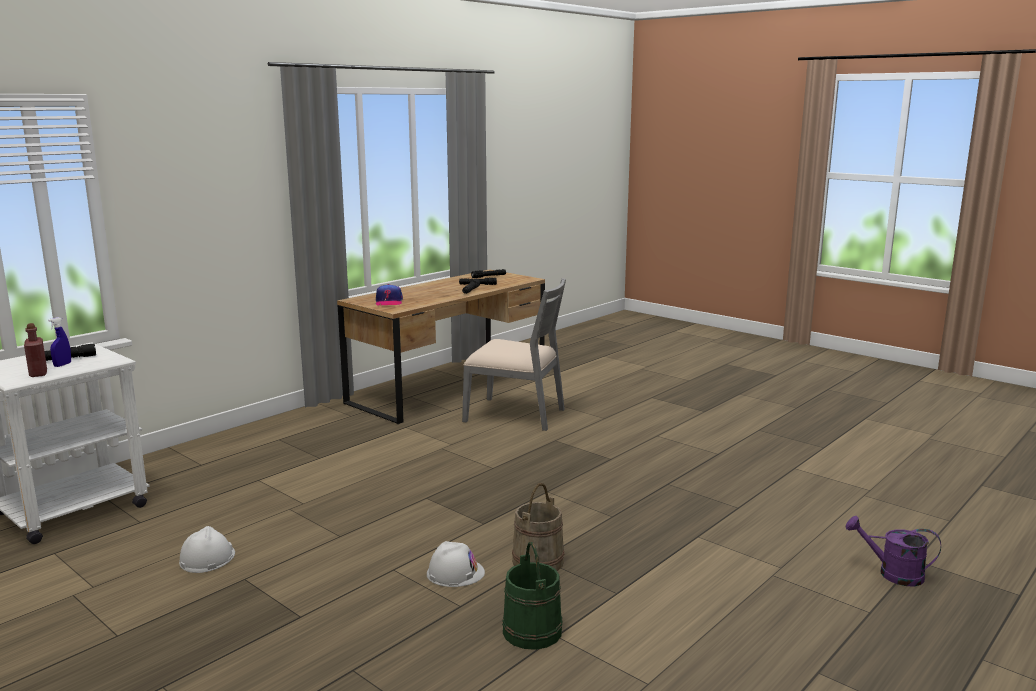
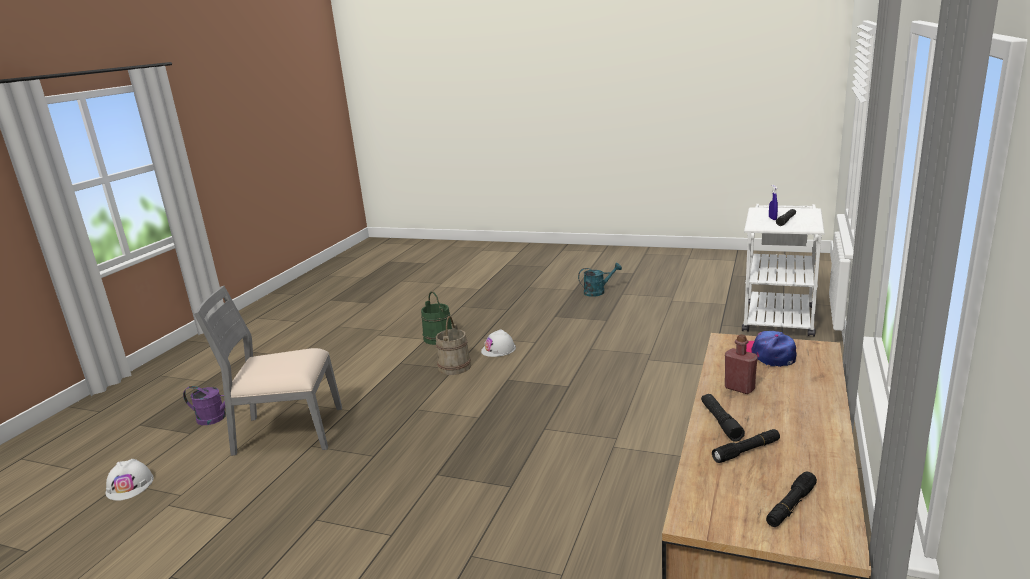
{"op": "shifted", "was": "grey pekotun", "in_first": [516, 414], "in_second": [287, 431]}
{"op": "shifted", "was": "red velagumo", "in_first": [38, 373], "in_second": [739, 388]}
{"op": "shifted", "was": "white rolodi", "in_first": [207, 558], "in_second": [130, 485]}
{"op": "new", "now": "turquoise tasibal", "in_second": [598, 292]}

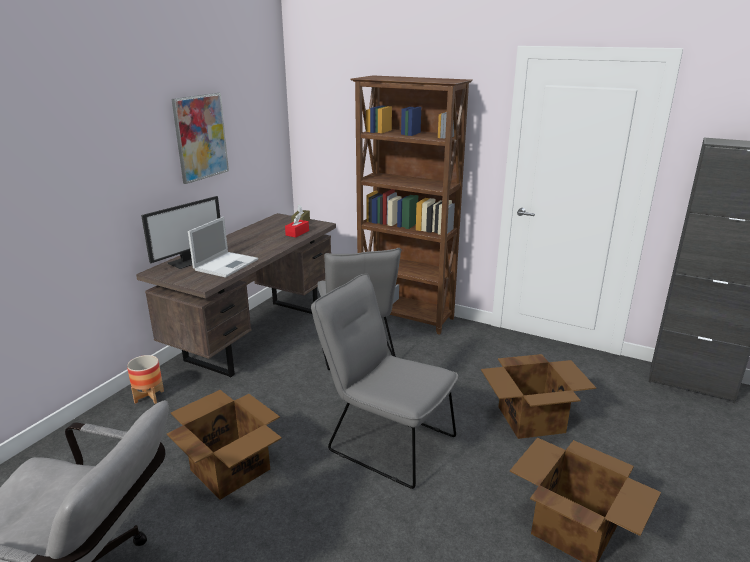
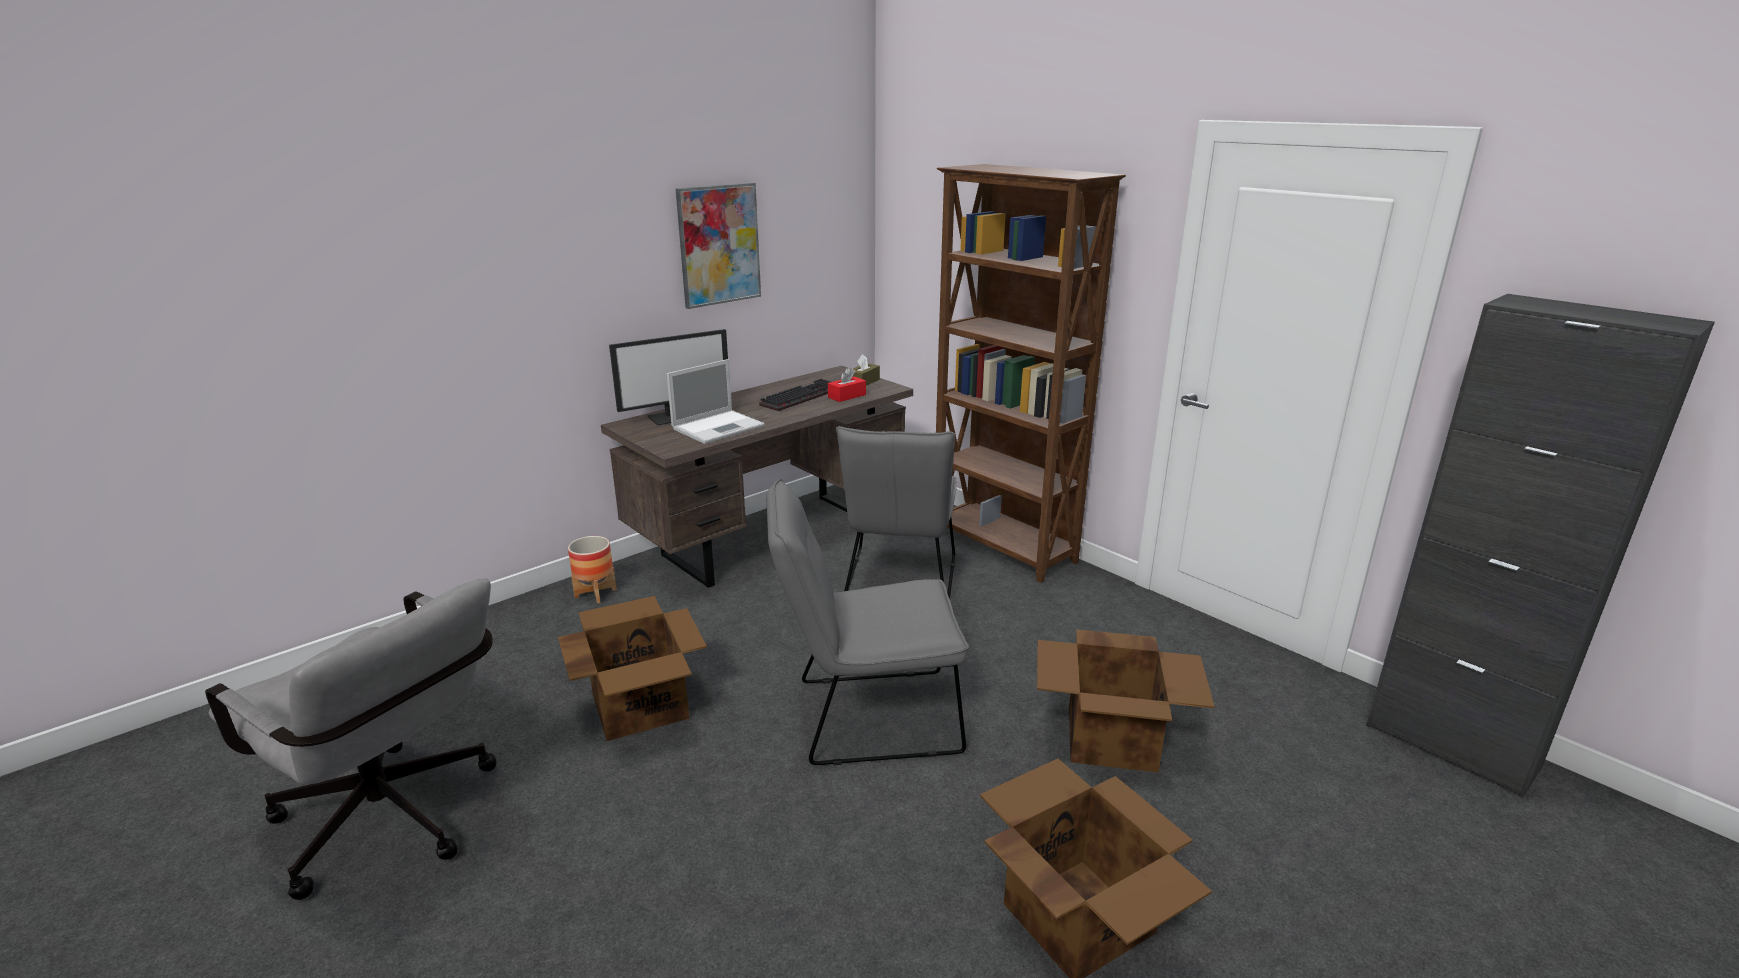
{"op": "rotated", "was": "grey pekotun", "in_first": [385, 440], "in_second": [865, 717], "clockwise": -60}
{"op": "new", "now": "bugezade", "in_second": [800, 396]}

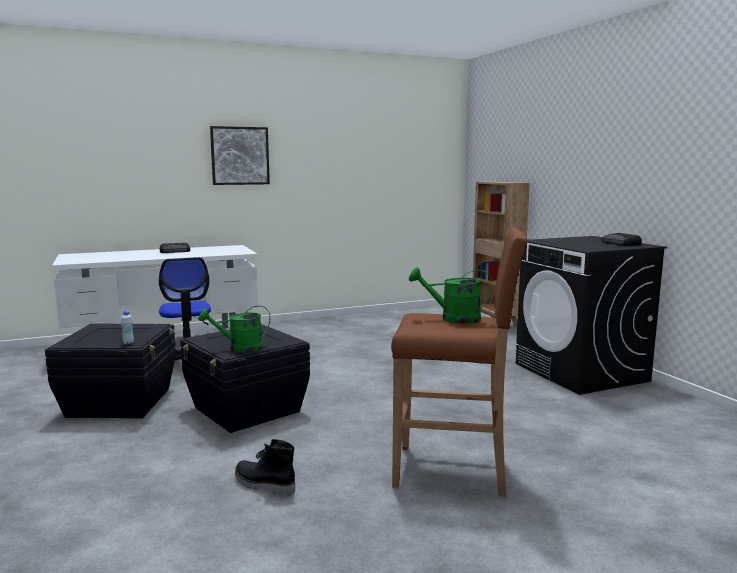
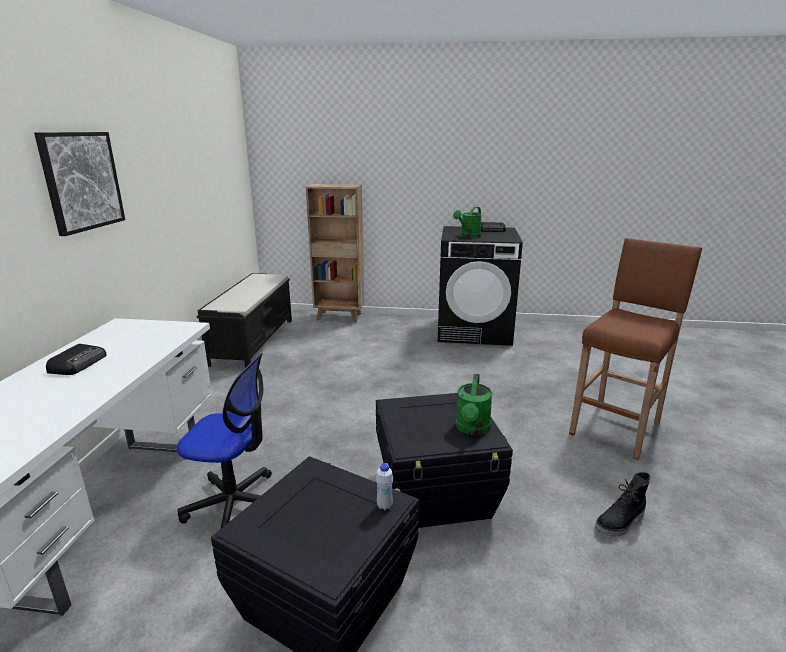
{"op": "shifted", "was": "green tasibal", "in_first": [453, 318], "in_second": [468, 236]}
{"op": "new", "now": "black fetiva", "in_second": [253, 341]}

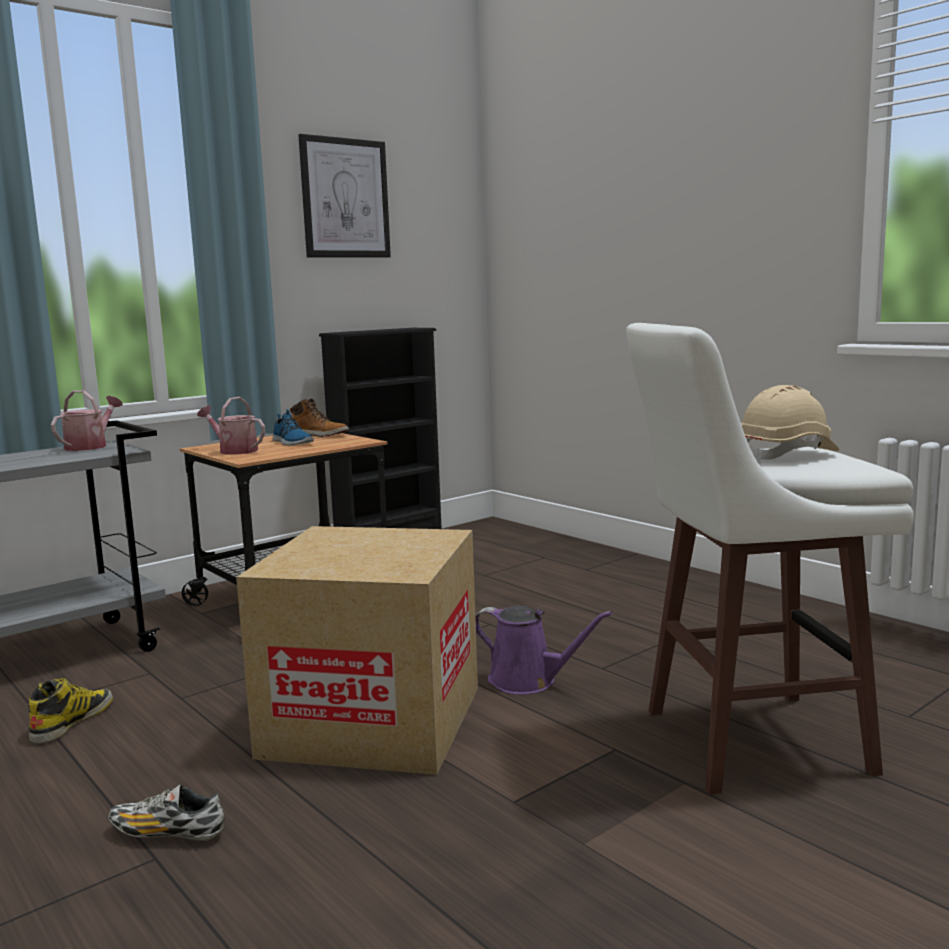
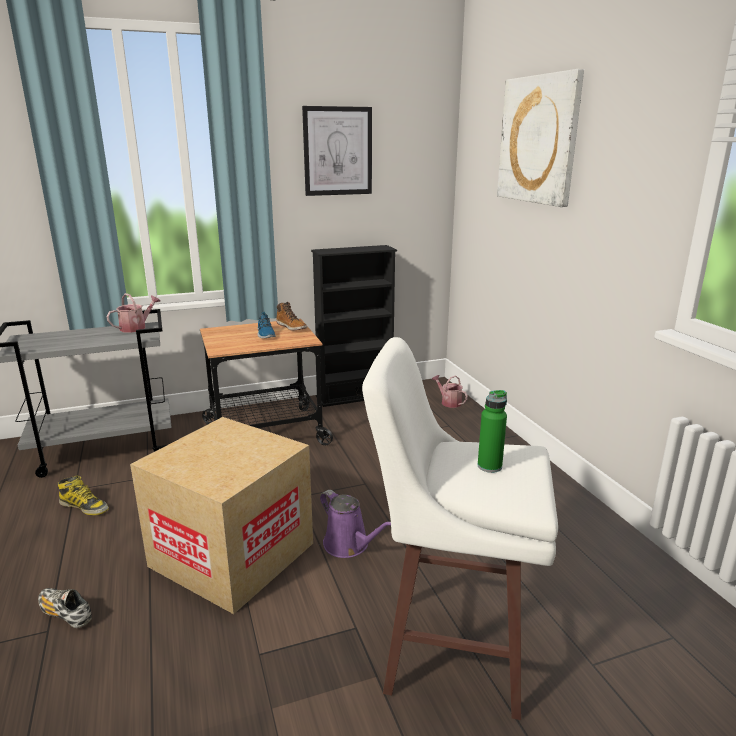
{"op": "swapped", "was": "beige rolodi", "now": "green velagumo", "in_first": [787, 455], "in_second": [489, 466]}
{"op": "shifted", "was": "tasibal", "in_first": [234, 451], "in_second": [449, 402]}
{"op": "rotated", "was": "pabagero", "in_first": [72, 721], "in_second": [84, 506], "clockwise": 75}
{"op": "new", "now": "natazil", "in_second": [538, 140]}

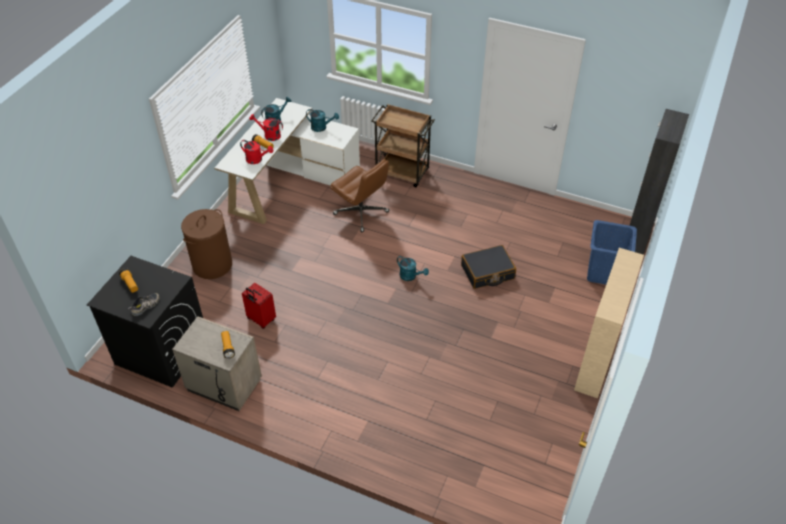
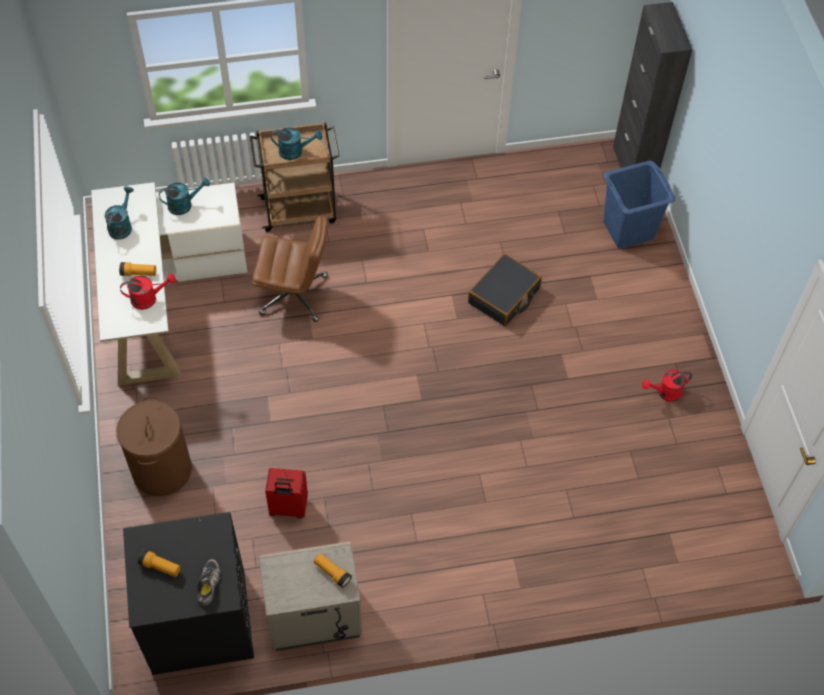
{"op": "shifted", "was": "red tasibal", "in_first": [269, 135], "in_second": [665, 393]}
{"op": "gone", "was": "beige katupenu", "in_first": [597, 360]}
{"op": "shifted", "was": "turquoise tasibal", "in_first": [410, 276], "in_second": [295, 151]}

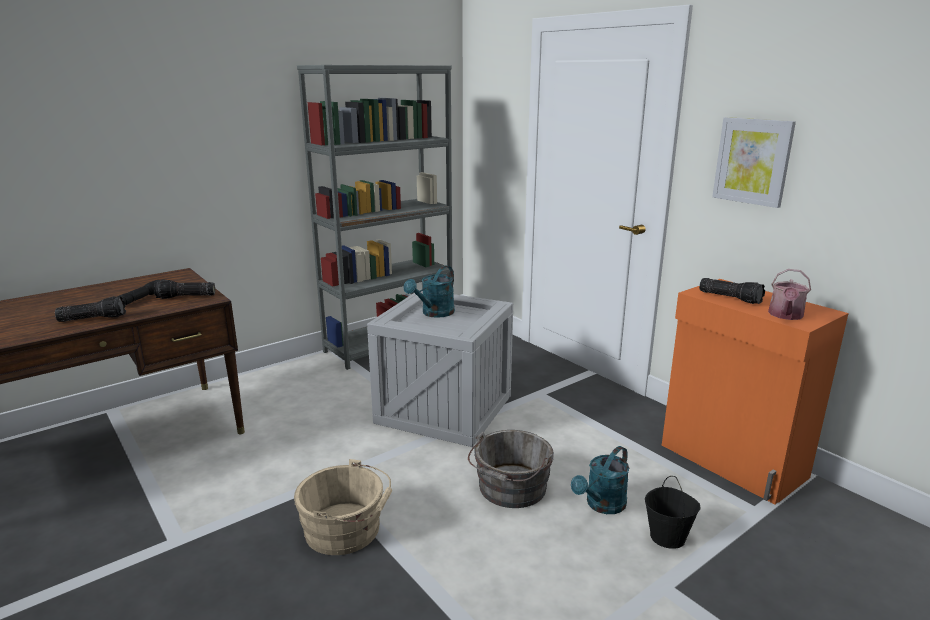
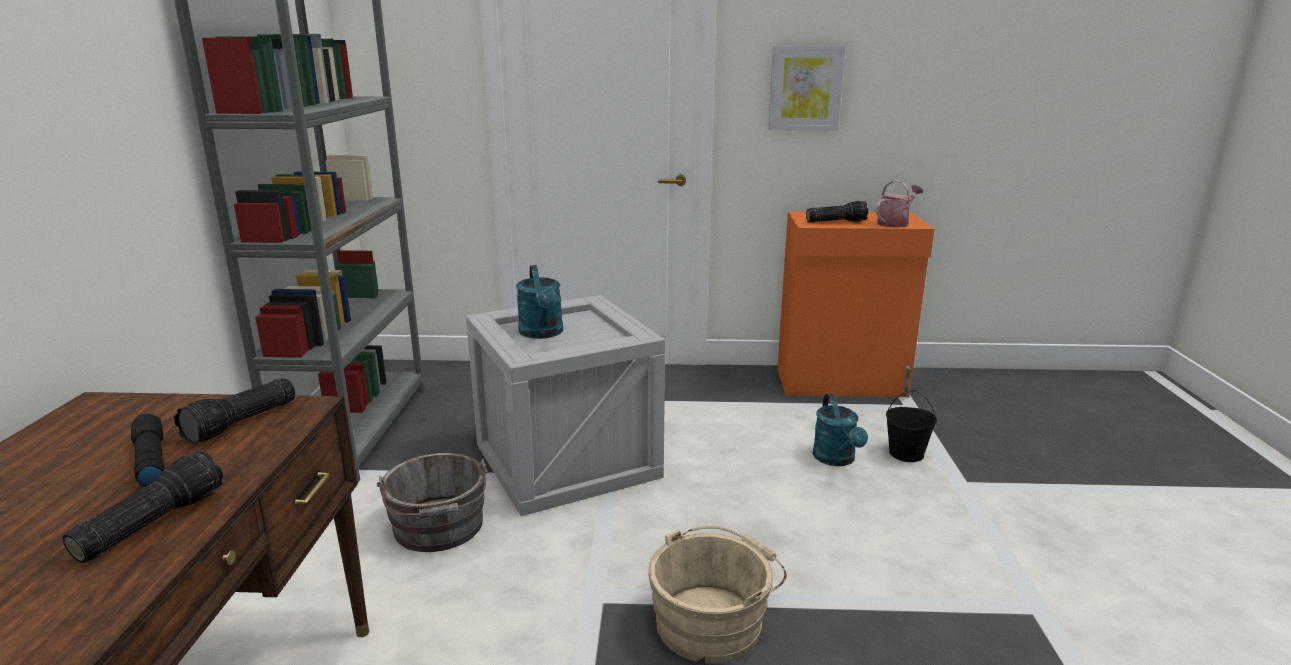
{"op": "rotated", "was": "tasibal", "in_first": [785, 315], "in_second": [895, 223], "clockwise": -105}
{"op": "shifted", "was": "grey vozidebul", "in_first": [510, 489], "in_second": [439, 529]}

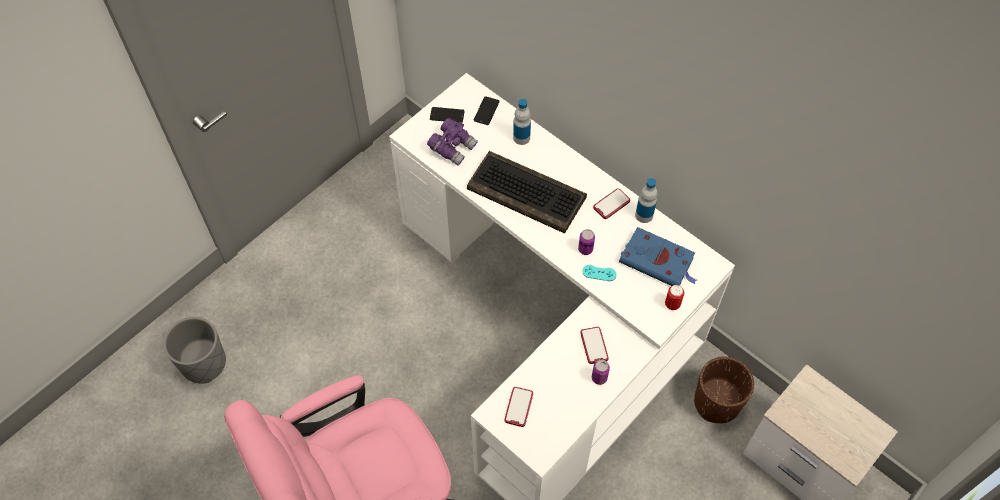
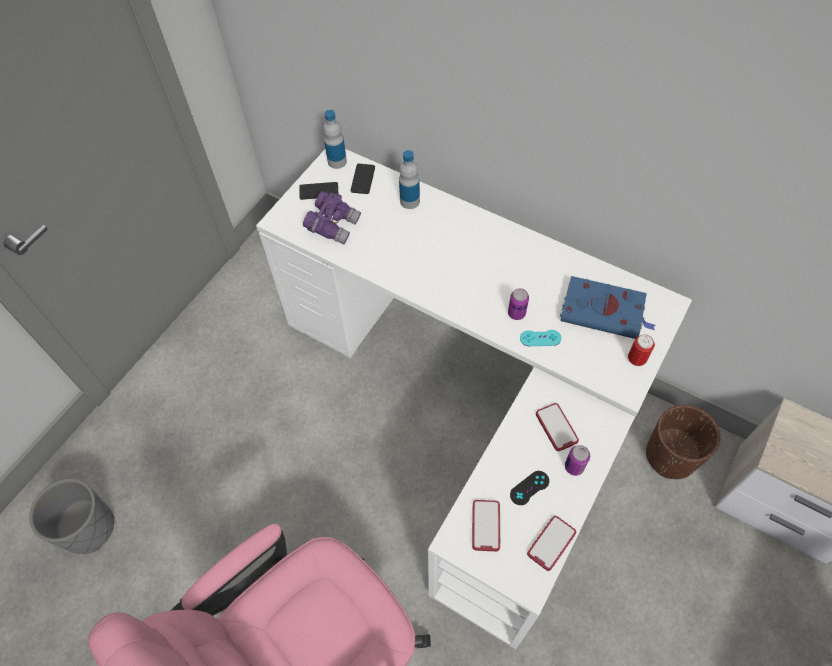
{"op": "gone", "was": "bugezade", "in_first": [528, 193]}
{"op": "shifted", "was": "velagumo", "in_first": [644, 215], "in_second": [337, 161]}
{"op": "shifted", "was": "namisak", "in_first": [611, 204], "in_second": [551, 543]}
{"op": "new", "now": "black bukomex", "in_second": [529, 488]}

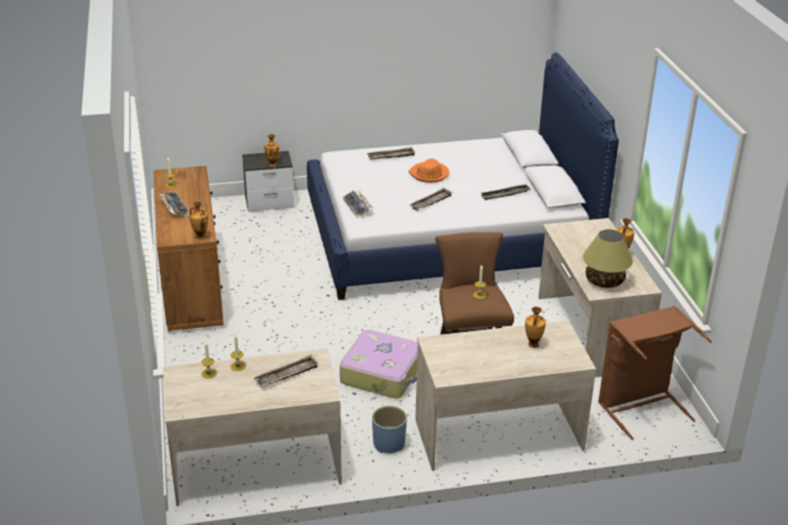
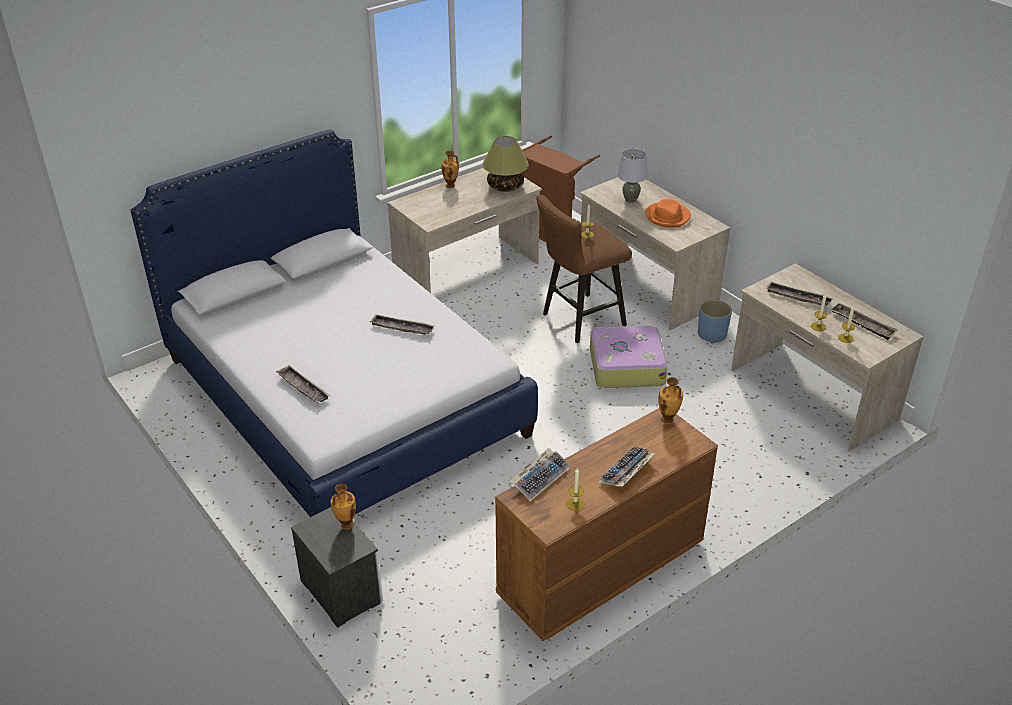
{"op": "shifted", "was": "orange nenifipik", "in_first": [429, 174], "in_second": [668, 216]}
{"op": "shifted", "was": "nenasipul", "in_first": [505, 194], "in_second": [862, 324]}
{"op": "shifted", "was": "bugezade", "in_first": [358, 207], "in_second": [539, 477]}
{"op": "swapped", "was": "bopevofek", "now": "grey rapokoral", "in_first": [533, 345], "in_second": [630, 199]}

